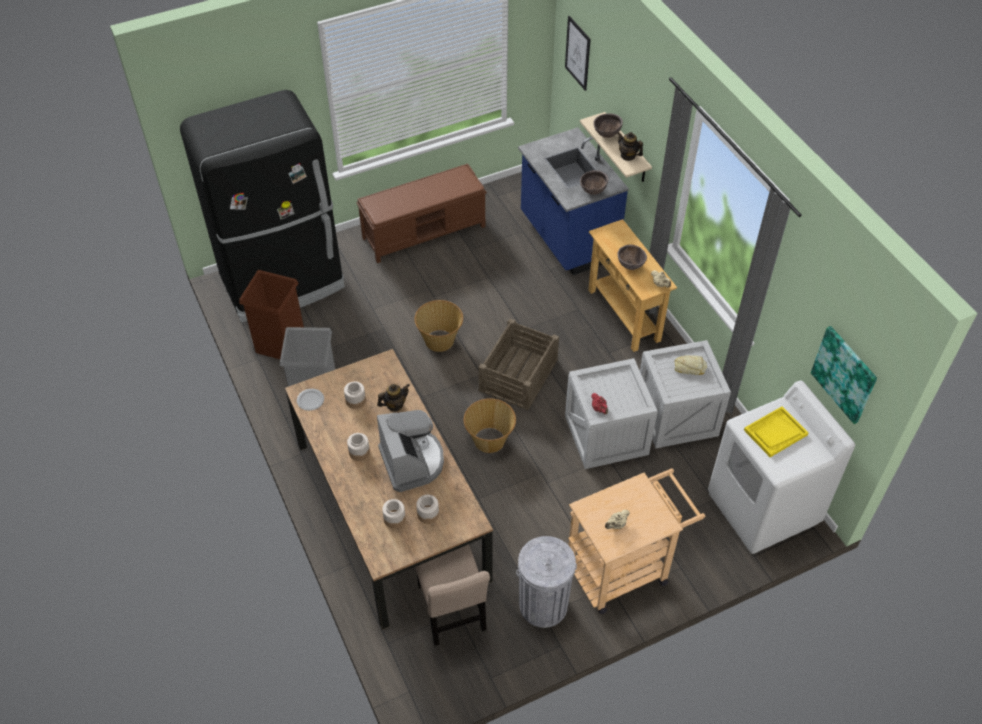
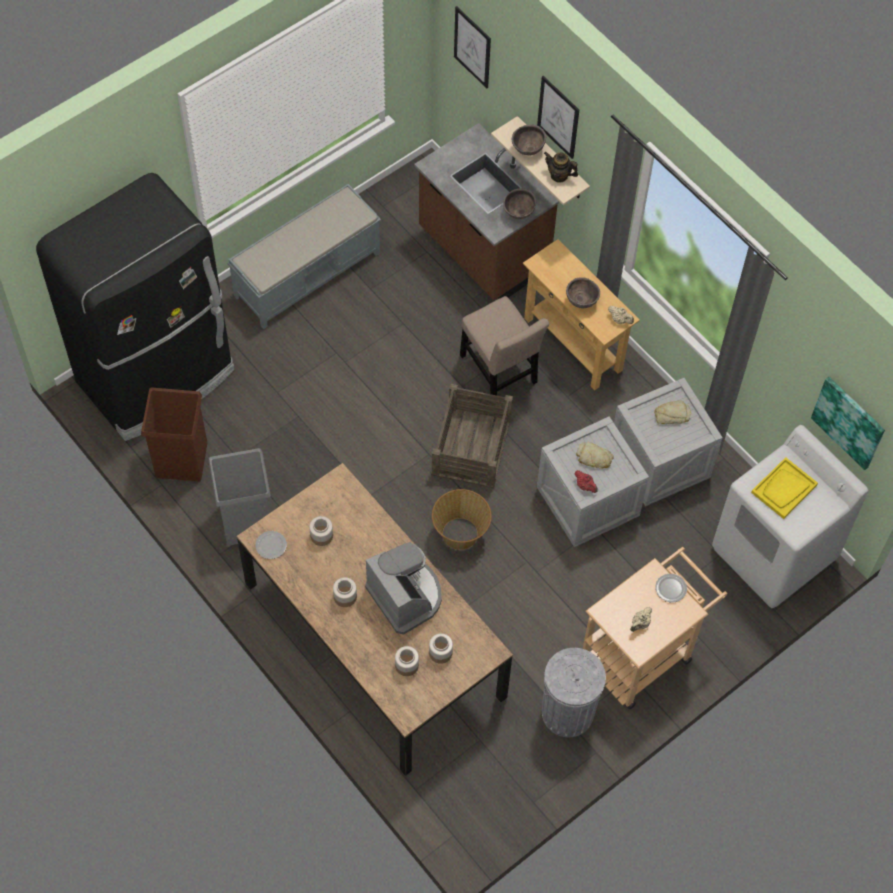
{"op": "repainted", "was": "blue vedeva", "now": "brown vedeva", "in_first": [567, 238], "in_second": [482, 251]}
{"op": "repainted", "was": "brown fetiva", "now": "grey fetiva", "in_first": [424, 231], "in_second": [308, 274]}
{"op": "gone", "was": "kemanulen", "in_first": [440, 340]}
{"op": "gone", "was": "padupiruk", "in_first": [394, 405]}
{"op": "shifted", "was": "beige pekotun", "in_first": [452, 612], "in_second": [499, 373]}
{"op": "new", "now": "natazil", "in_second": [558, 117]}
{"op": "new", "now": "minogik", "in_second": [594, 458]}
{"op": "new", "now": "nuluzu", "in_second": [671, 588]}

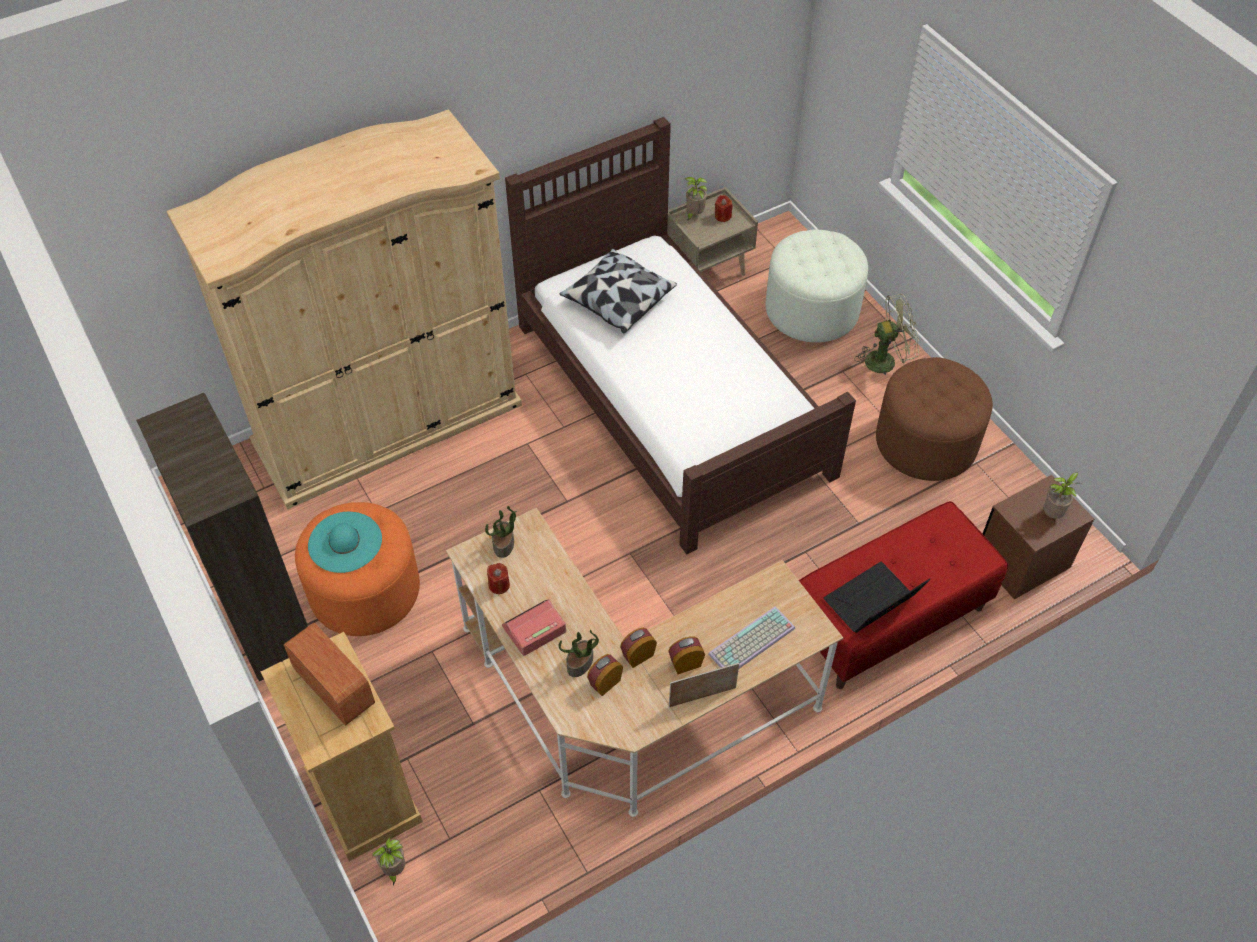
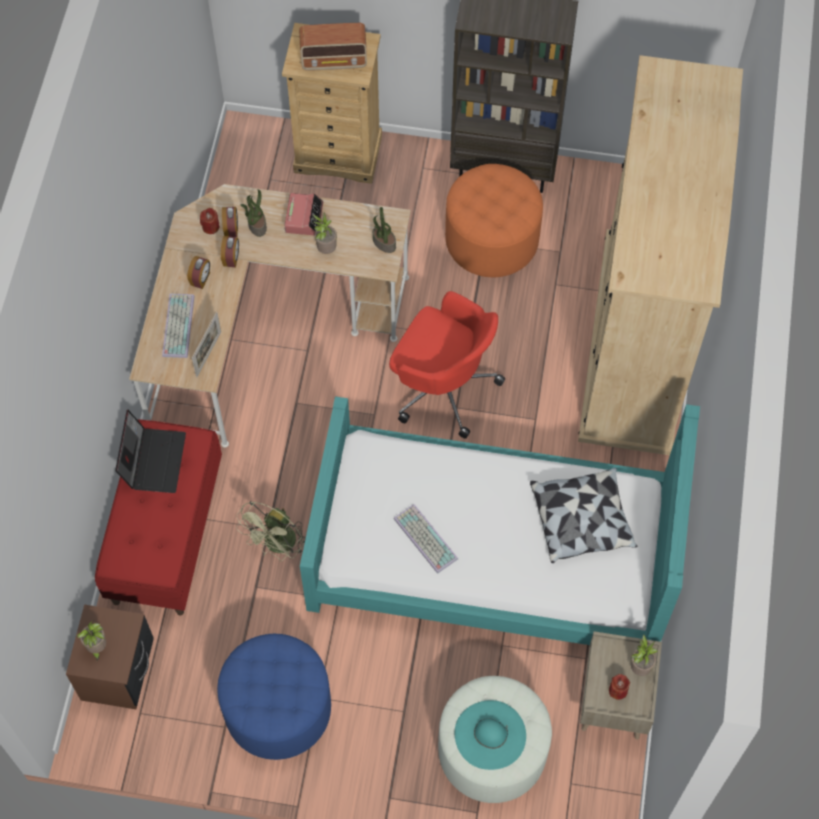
{"op": "repainted", "was": "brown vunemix", "now": "turquoise vunemix", "in_first": [671, 397], "in_second": [492, 554]}
{"op": "shifted", "was": "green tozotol", "in_first": [886, 360], "in_second": [277, 546]}
{"op": "repainted", "was": "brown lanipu", "now": "blue lanipu", "in_first": [926, 442], "in_second": [277, 708]}
{"op": "shifted", "was": "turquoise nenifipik", "in_first": [345, 542], "in_second": [490, 735]}
{"op": "shifted", "was": "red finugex", "in_first": [499, 585], "in_second": [210, 227]}
{"op": "shifted", "was": "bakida", "in_first": [702, 697], "in_second": [208, 354]}
{"op": "shifted", "was": "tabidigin", "in_first": [394, 870], "in_second": [326, 249]}
{"op": "new", "now": "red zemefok", "in_second": [442, 386]}
{"op": "new", "now": "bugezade", "in_second": [424, 538]}

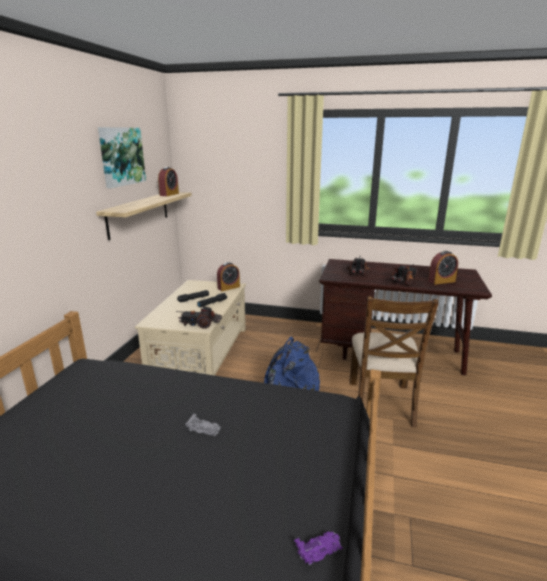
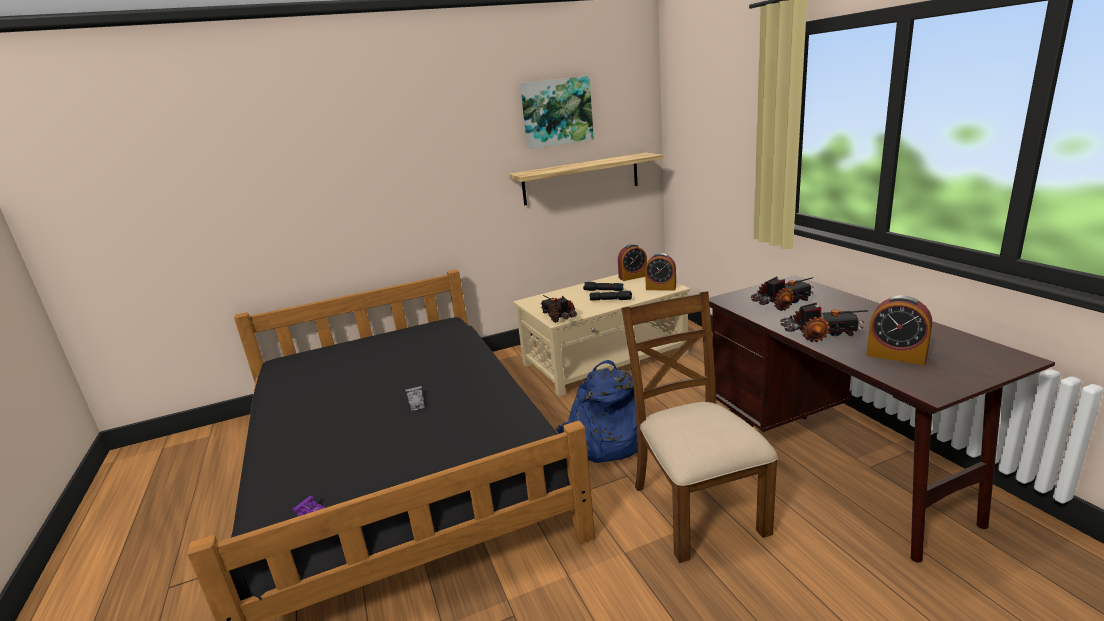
{"op": "shifted", "was": "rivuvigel", "in_first": [169, 194], "in_second": [633, 277]}
{"op": "rotated", "was": "brown pekotun", "in_first": [381, 403], "in_second": [696, 508], "clockwise": 105}

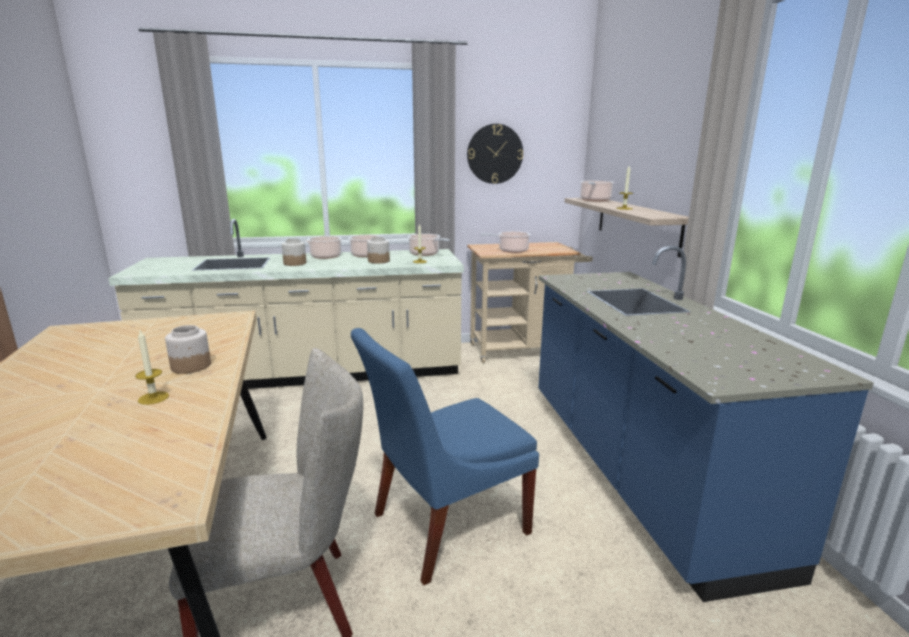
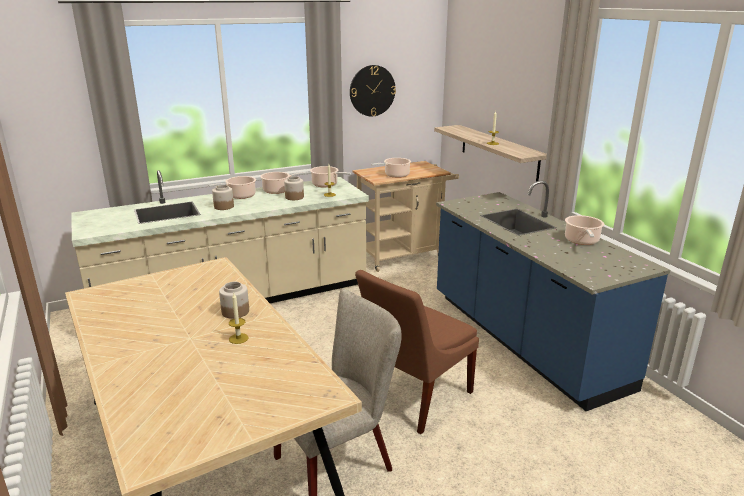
{"op": "shifted", "was": "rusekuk", "in_first": [594, 200], "in_second": [582, 241]}
{"op": "repainted", "was": "blue pekotun", "now": "brown pekotun", "in_first": [444, 525], "in_second": [413, 397]}

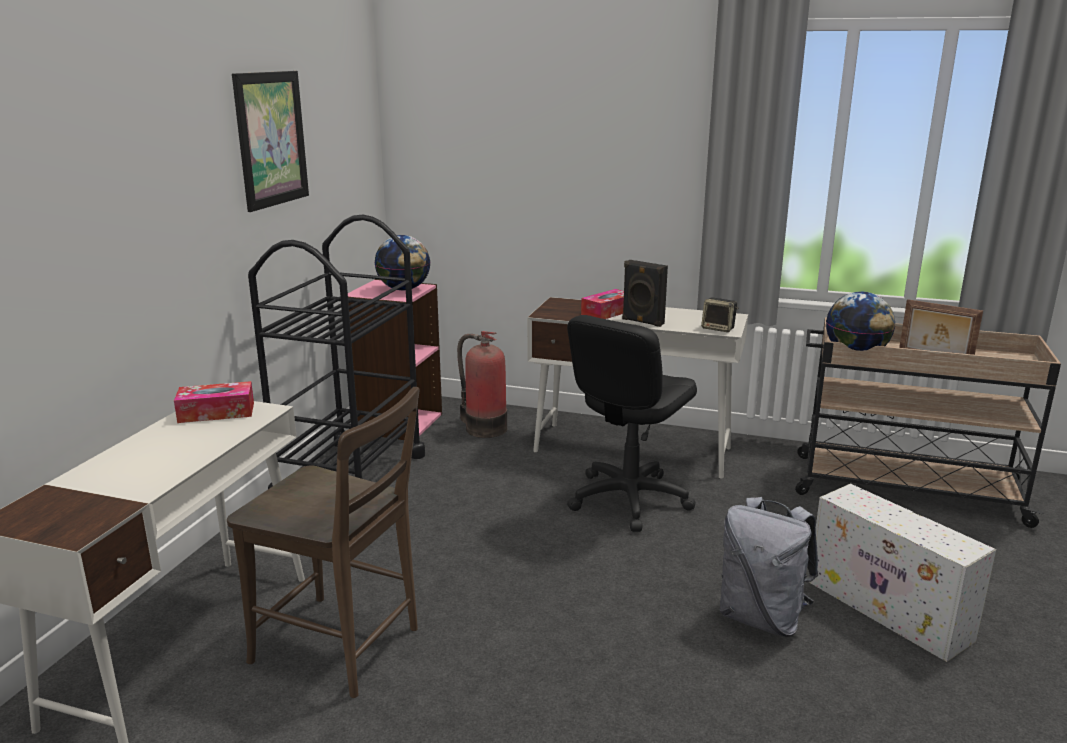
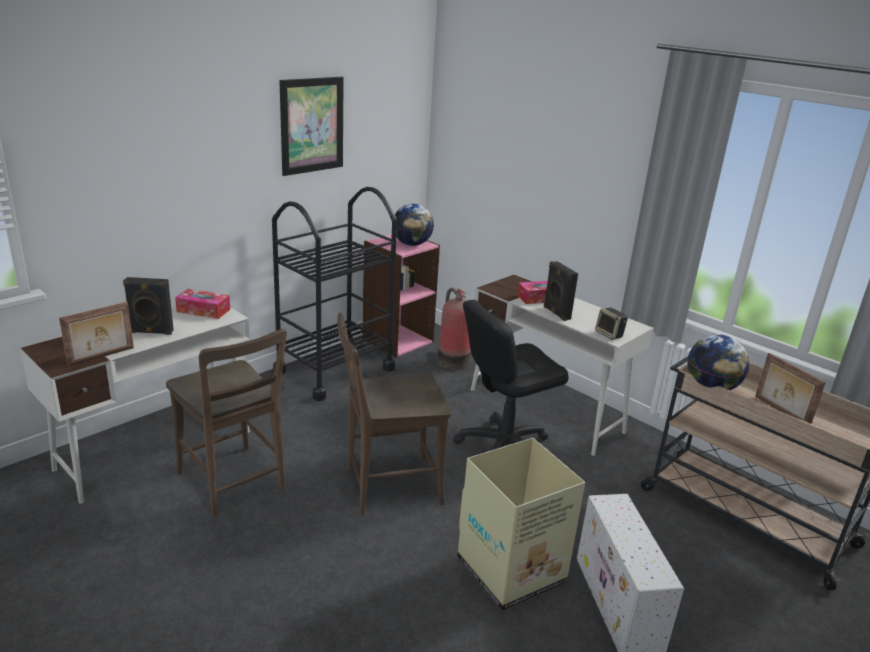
{"op": "swapped", "was": "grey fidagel", "now": "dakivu", "in_first": [762, 618], "in_second": [512, 570]}
{"op": "new", "now": "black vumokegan", "in_second": [151, 332]}
{"op": "new", "now": "bakida", "in_second": [102, 357]}
{"op": "new", "now": "brown pekotun", "in_second": [387, 486]}

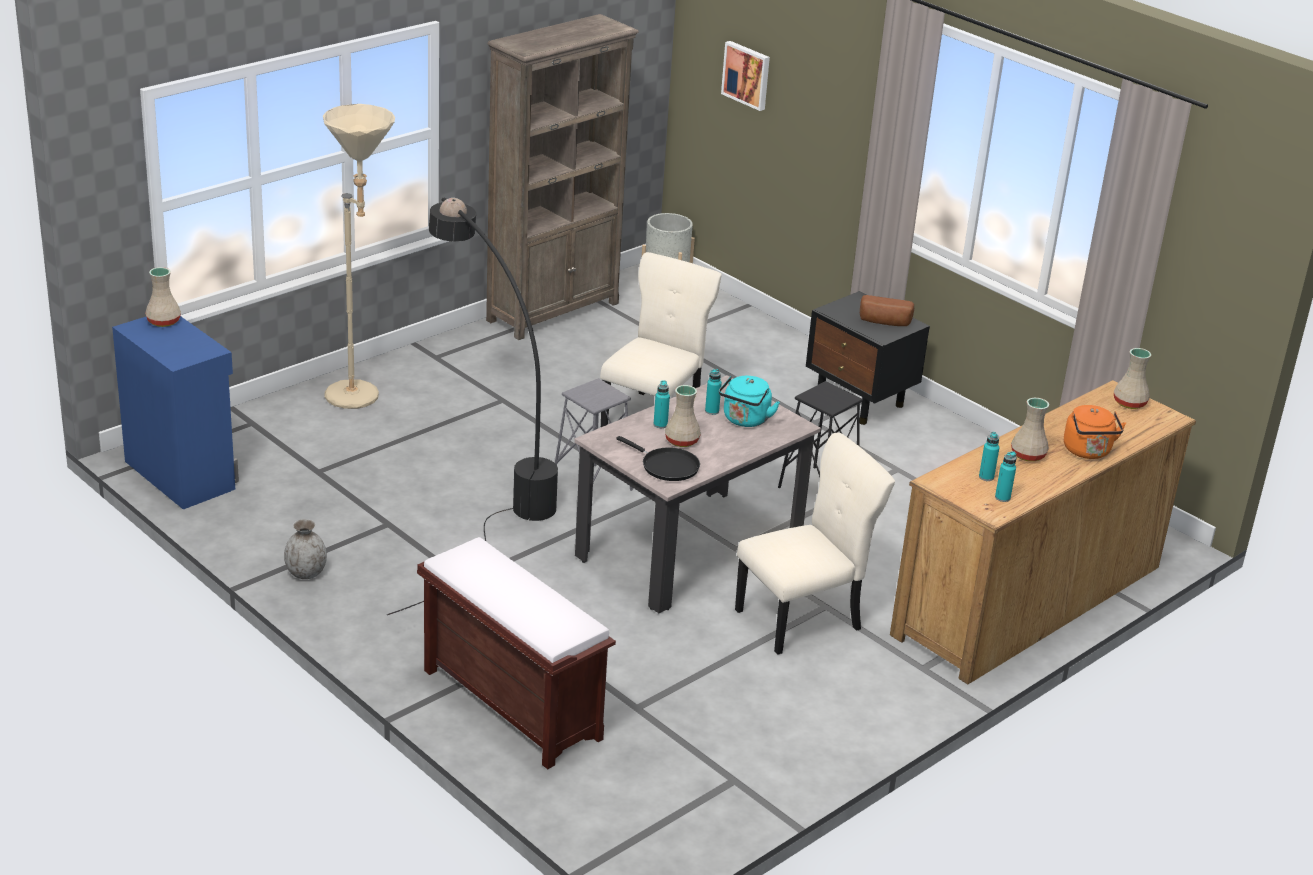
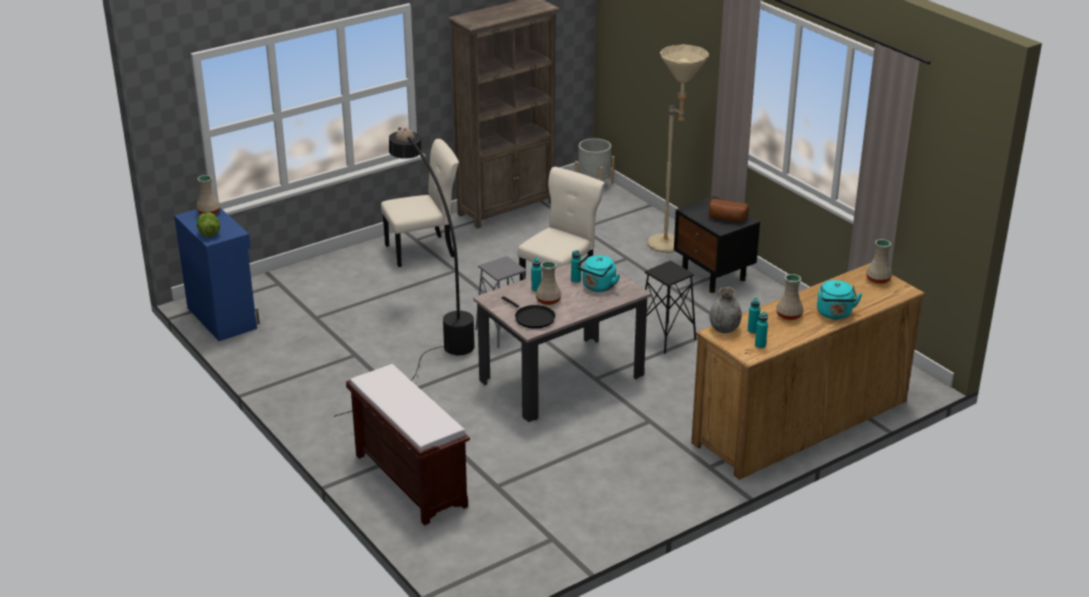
{"op": "gone", "was": "natazil", "in_first": [747, 75]}
{"op": "shifted", "was": "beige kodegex", "in_first": [361, 400], "in_second": [672, 247]}
{"op": "repainted", "was": "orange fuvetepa", "now": "turquoise fuvetepa", "in_first": [1088, 452], "in_second": [835, 314]}
{"op": "shifted", "was": "beige pekotun", "in_first": [803, 619], "in_second": [423, 251]}
{"op": "shifted", "was": "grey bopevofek", "in_first": [305, 573], "in_second": [724, 329]}
{"op": "new", "now": "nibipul", "in_second": [209, 233]}

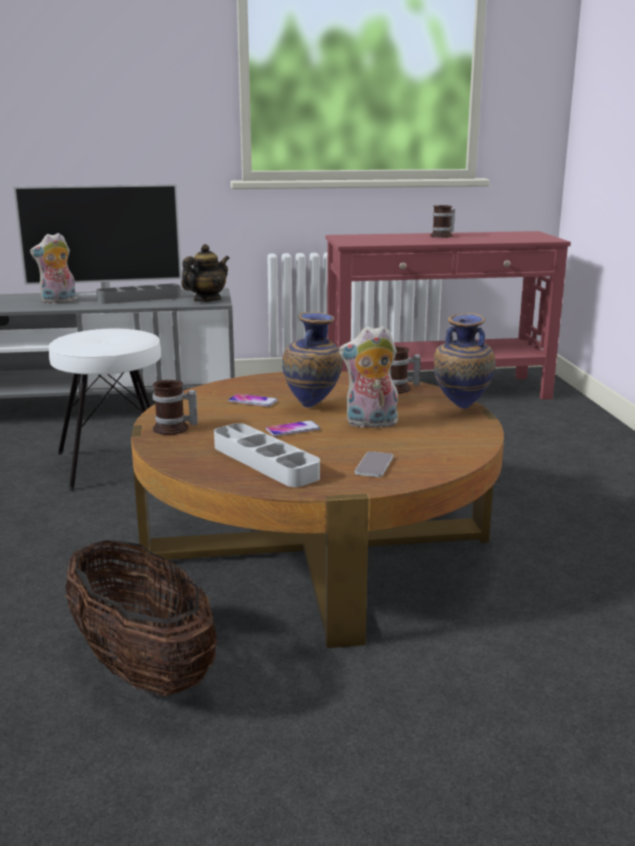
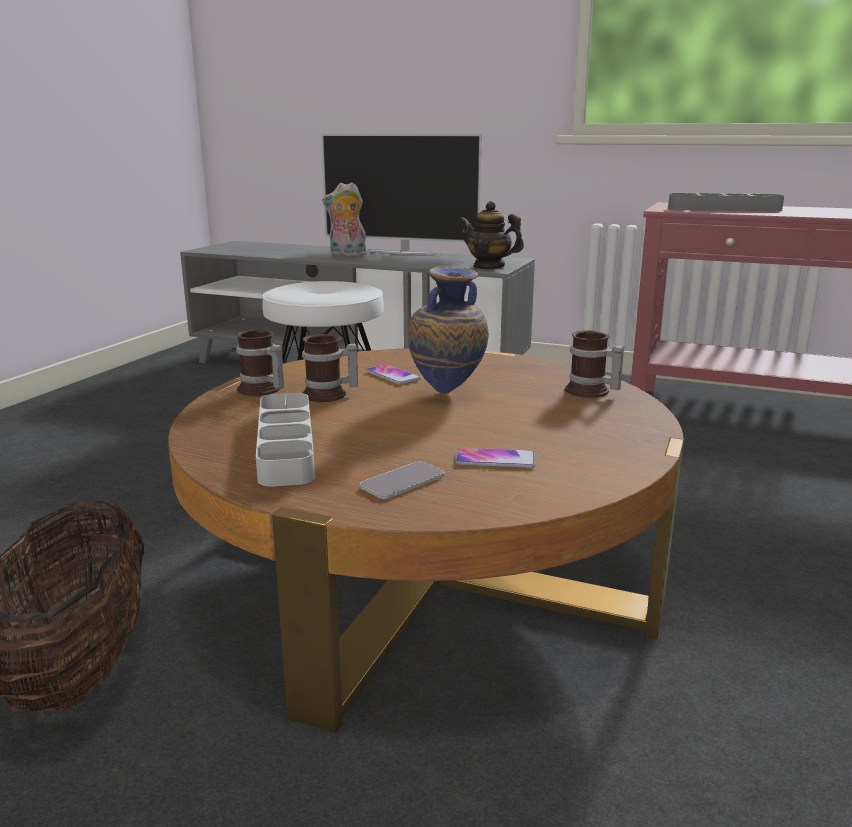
{"op": "shifted", "was": "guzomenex", "in_first": [443, 236], "in_second": [329, 395]}
{"op": "rotated", "was": "padupiruk", "in_first": [206, 300], "in_second": [489, 267], "clockwise": -135}
{"op": "shifted", "was": "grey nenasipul", "in_first": [139, 298], "in_second": [724, 209]}
{"op": "gone", "was": "bopevofek", "in_first": [460, 409]}
{"op": "gone", "was": "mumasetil", "in_first": [370, 424]}
{"op": "shifted", "was": "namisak", "in_first": [293, 429], "in_second": [495, 459]}

